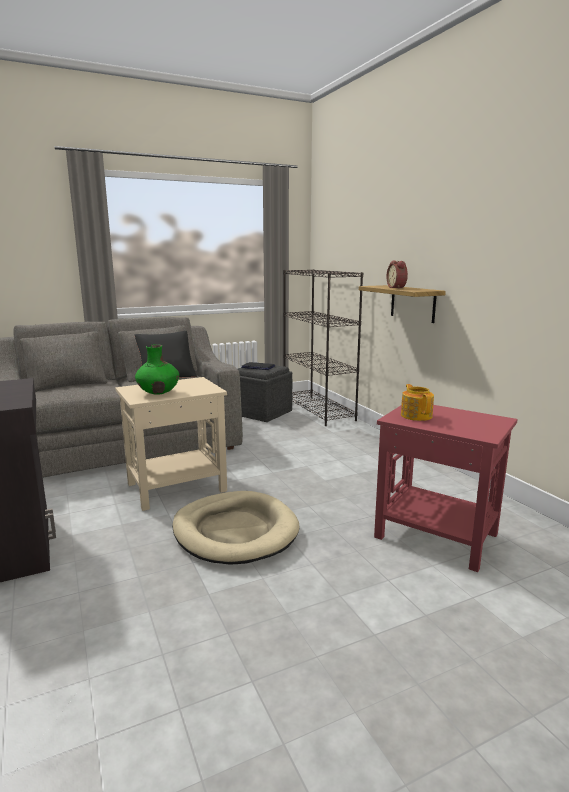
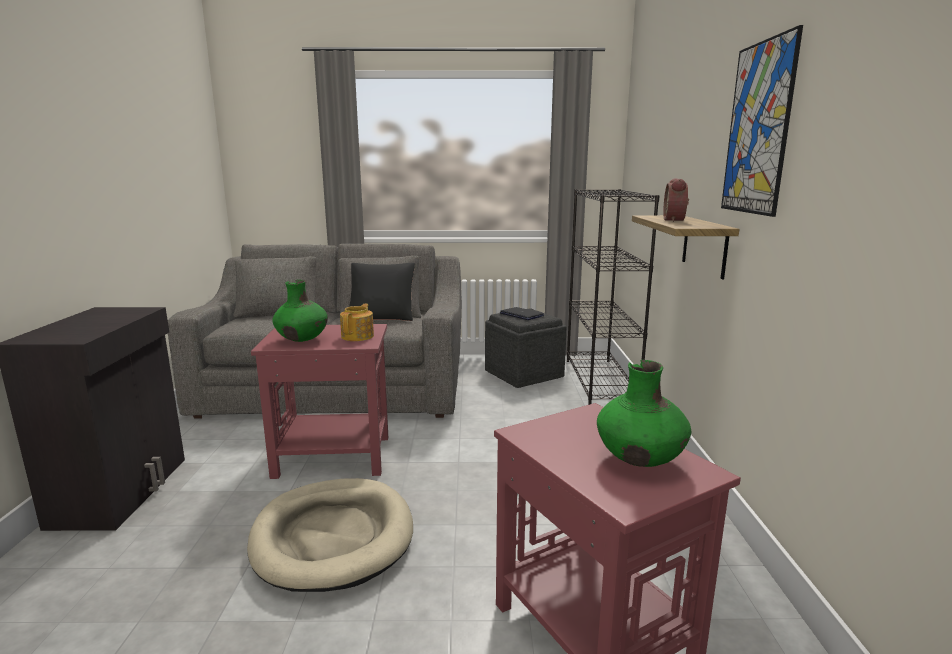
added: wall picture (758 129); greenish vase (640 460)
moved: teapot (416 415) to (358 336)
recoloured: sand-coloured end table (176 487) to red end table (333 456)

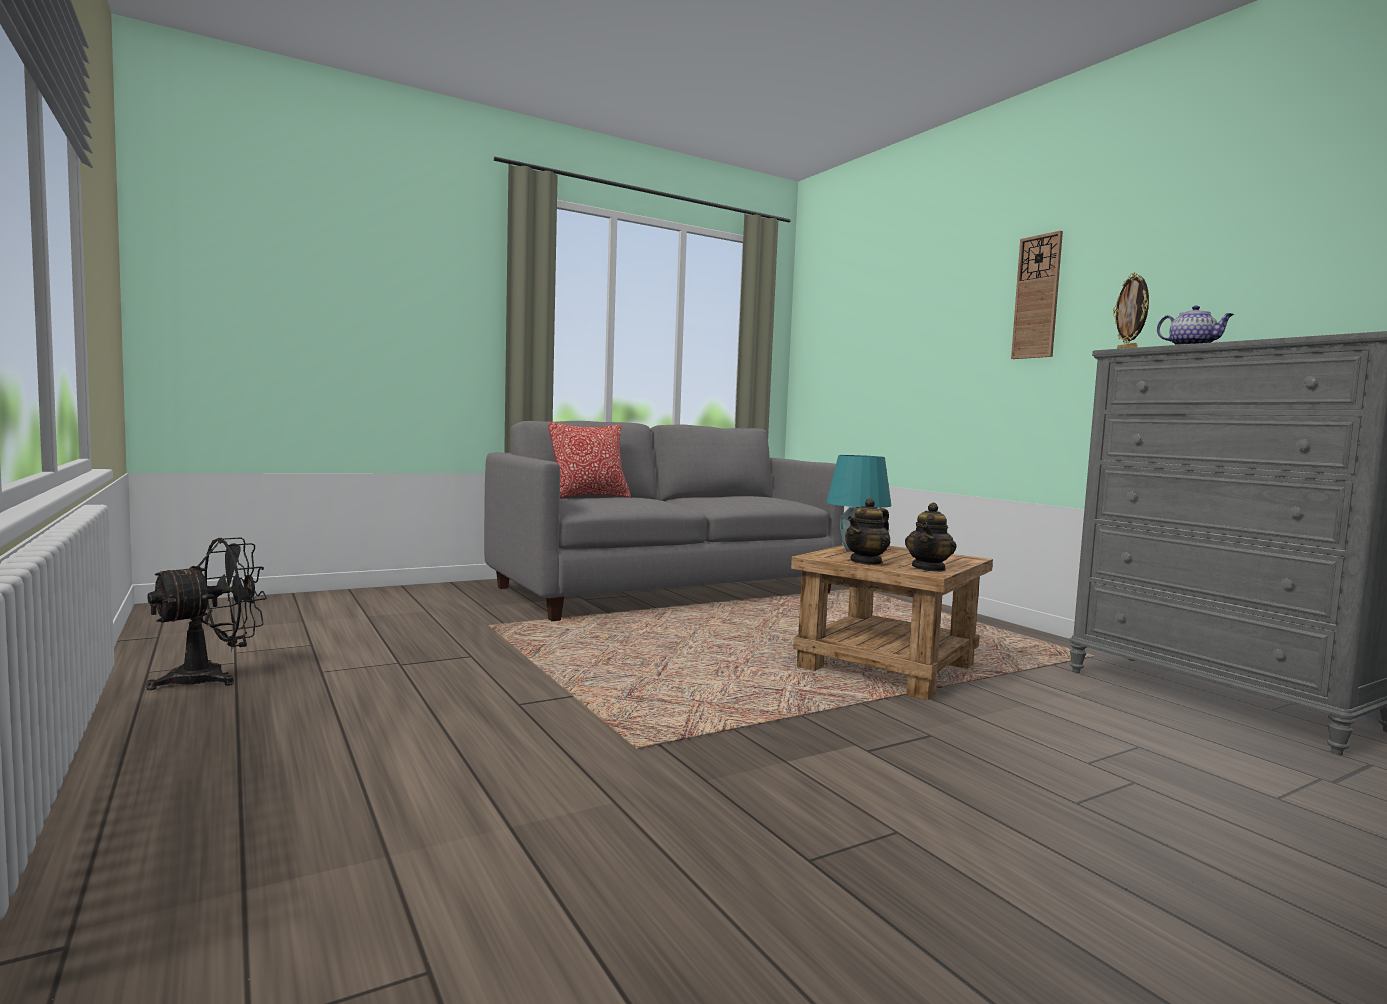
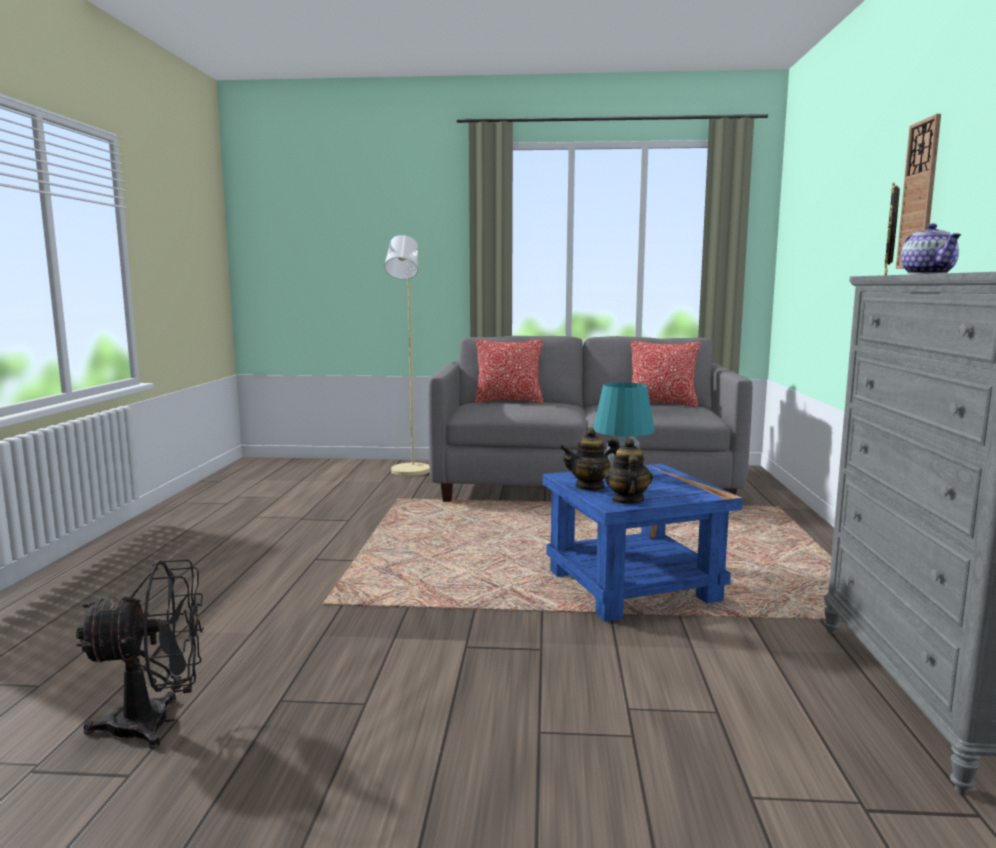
added: sand-coloured floor lamp (409 472); throw pillow (662 404)
moved: black-coloured cooling fan (212 677) to (156 723)
recoloured: brown end table (889 667) to blue end table (634 587)
turned: teapot (929 568) = (627 500) 120 degrees clockwise

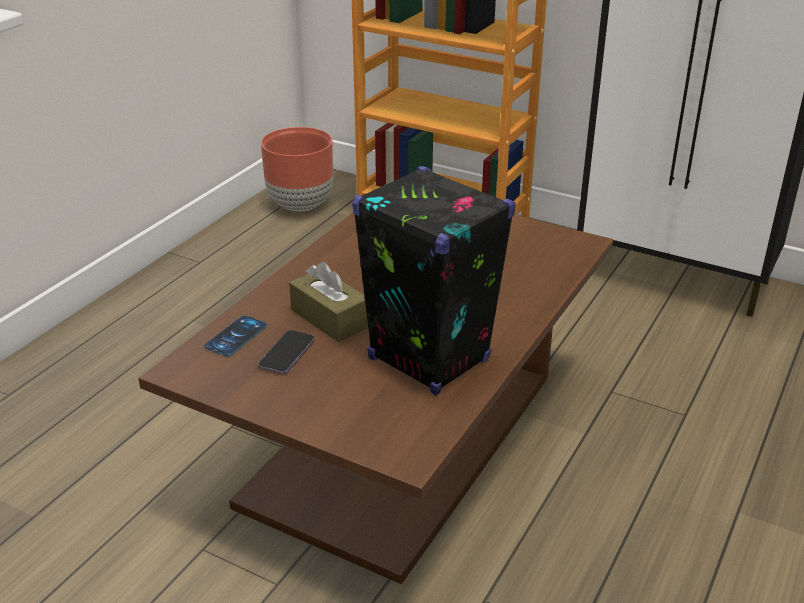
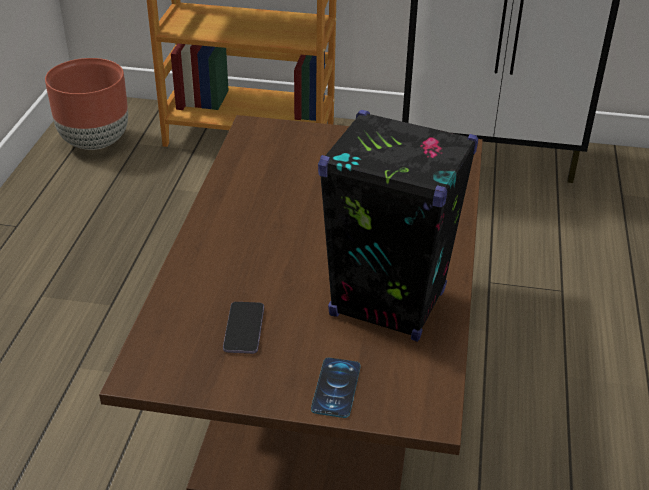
removed: brown tissue box (330 318)
moved: phone (236 336) to (336 388)

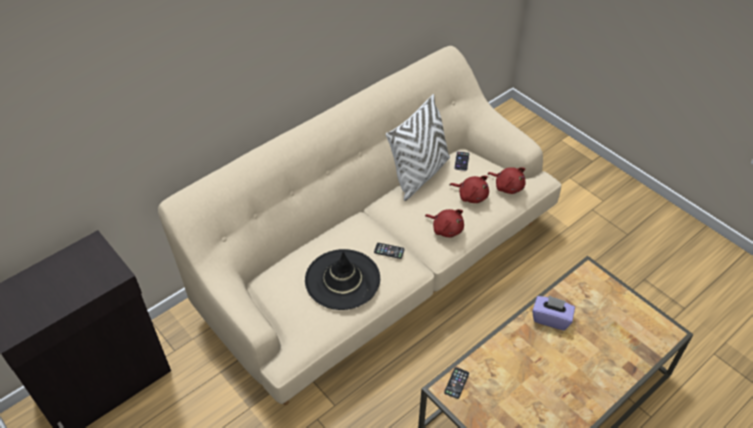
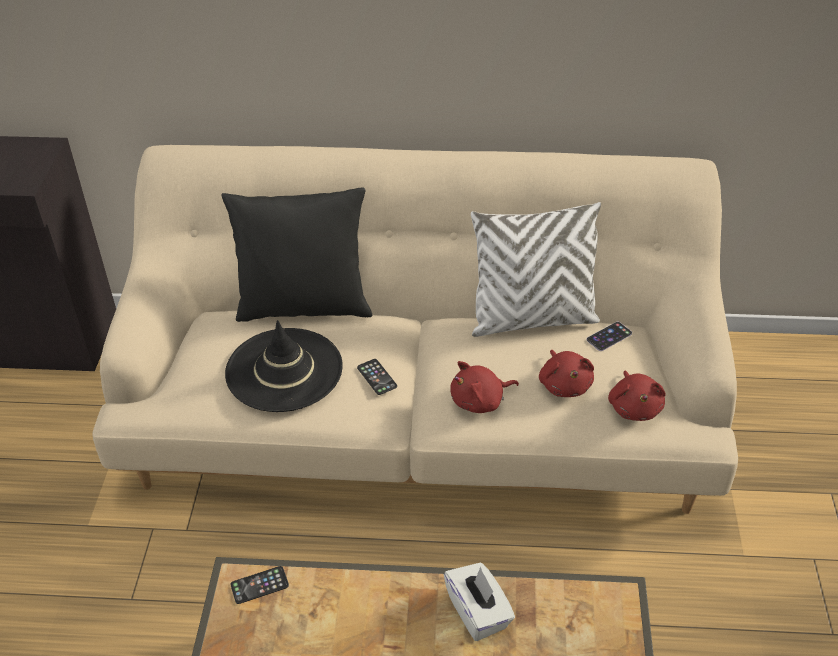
added: black-coloured throw pillow (304 306)
recoloured: purple tissue box (551 318) to white-coloured tissue box (478 612)
turned: red cuddly toy (446 229) = (480 401) 75 degrees clockwise

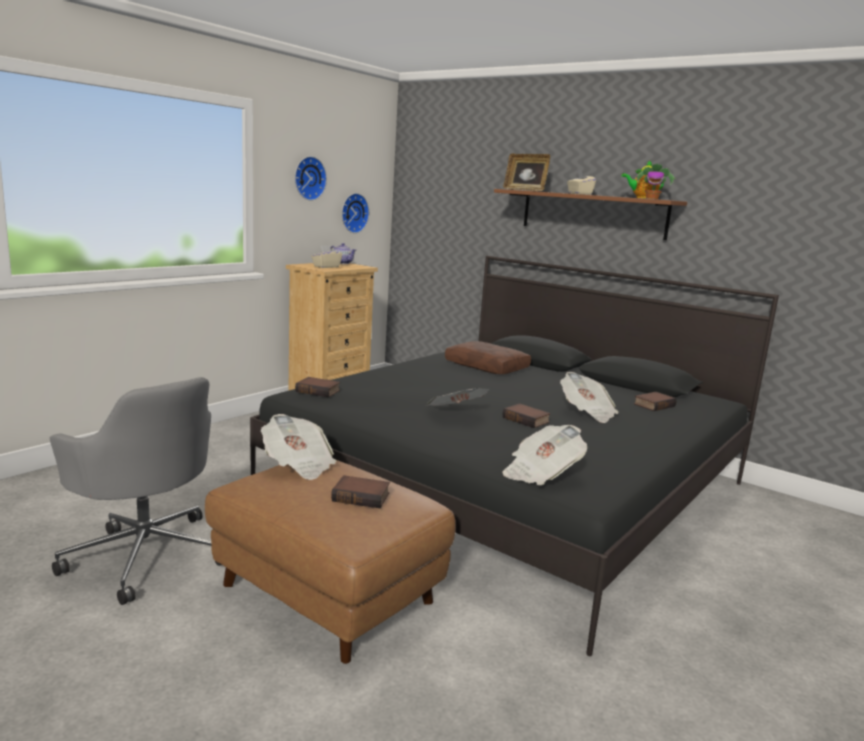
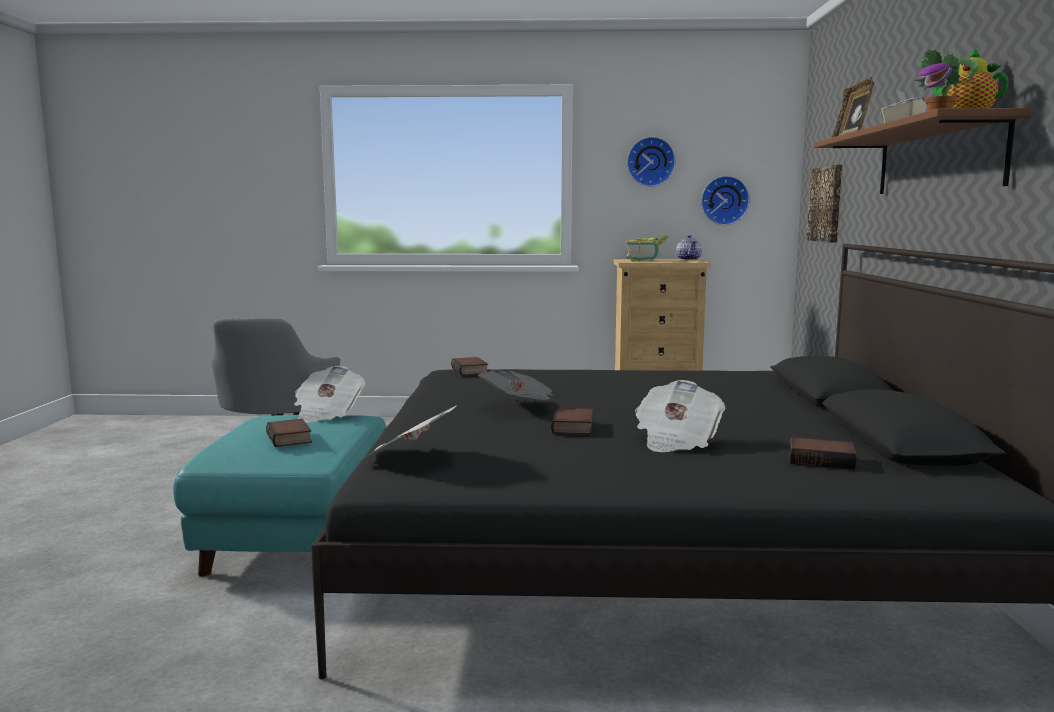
removed: brown throw pillow (488 367)
added: wall picture (827 204)
replaced: sand-coloured tissue box (326 267) to book (646 260)
recoloured: brown ottoman (329 592) to turquoise-coloured ottoman (297 538)

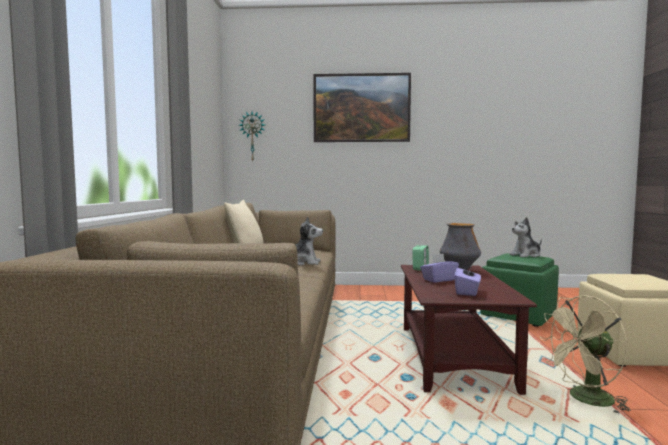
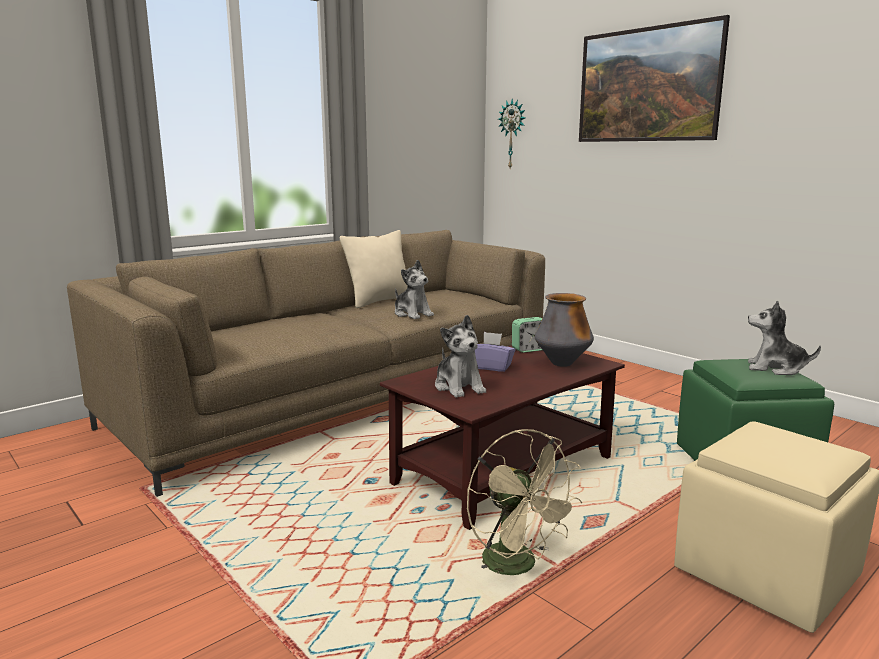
replaced: purple tissue box (467 292) to cuddly toy (459 387)
turned: sand-coloured cooling fan (585 400) = (518 566) 150 degrees counterclockwise

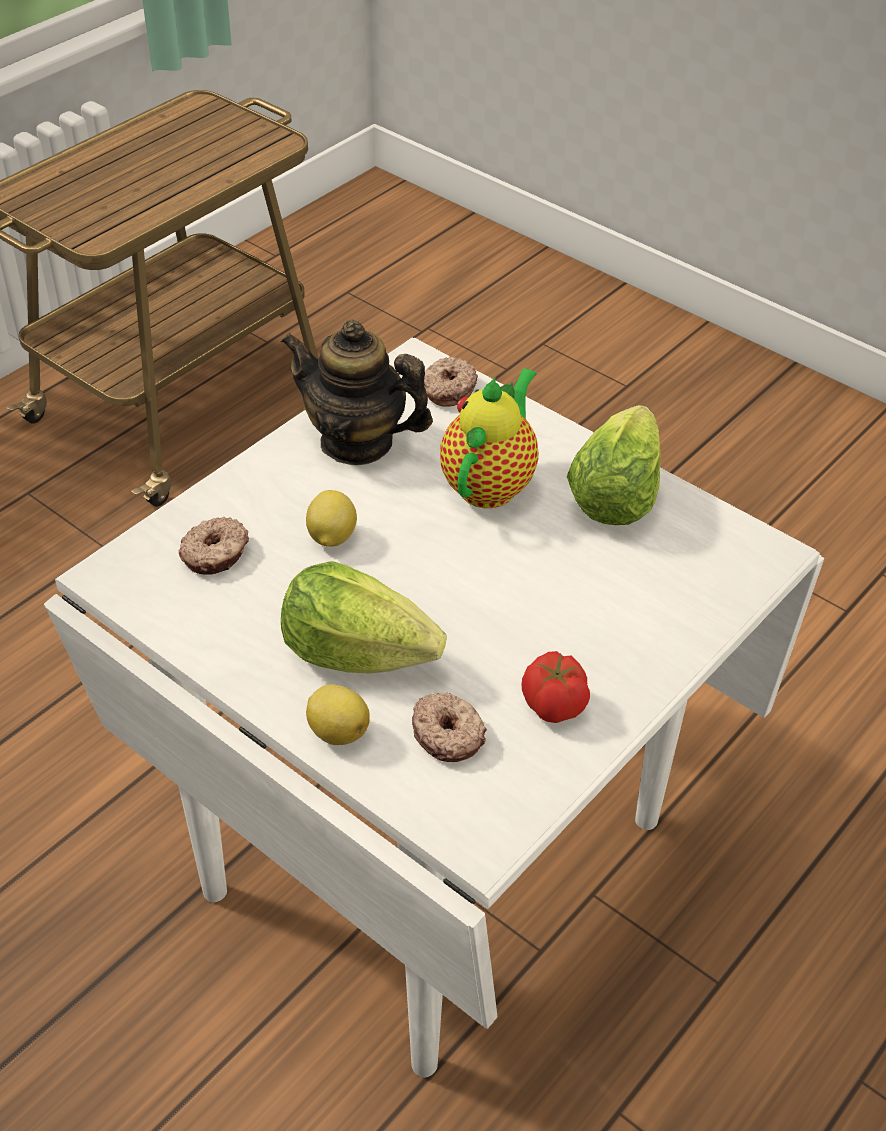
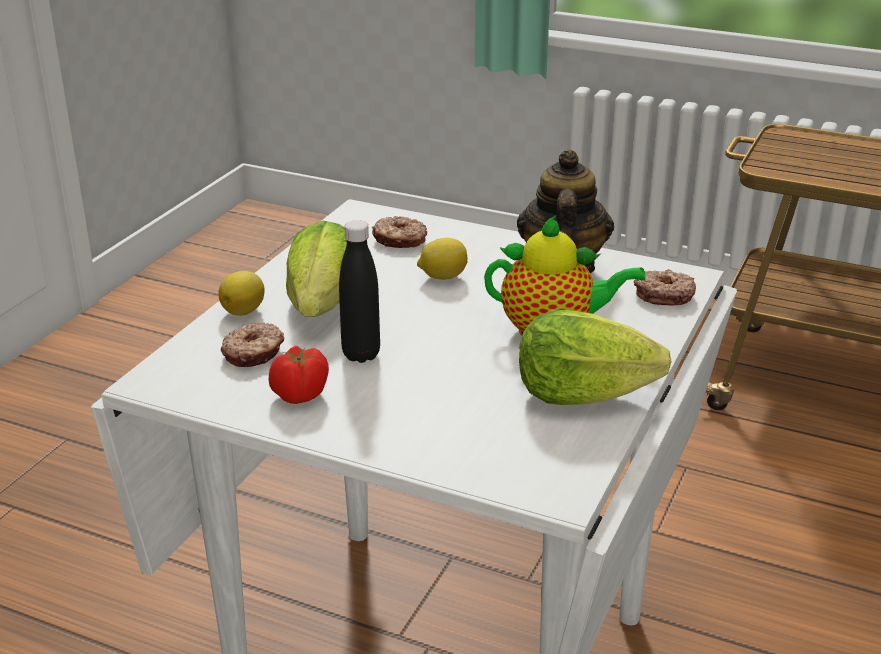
added: black-coloured beverage bottle (361 354)

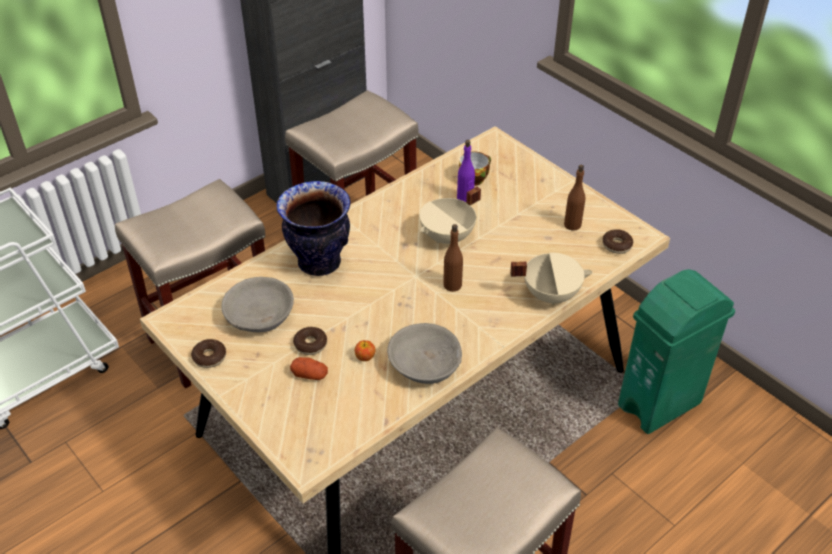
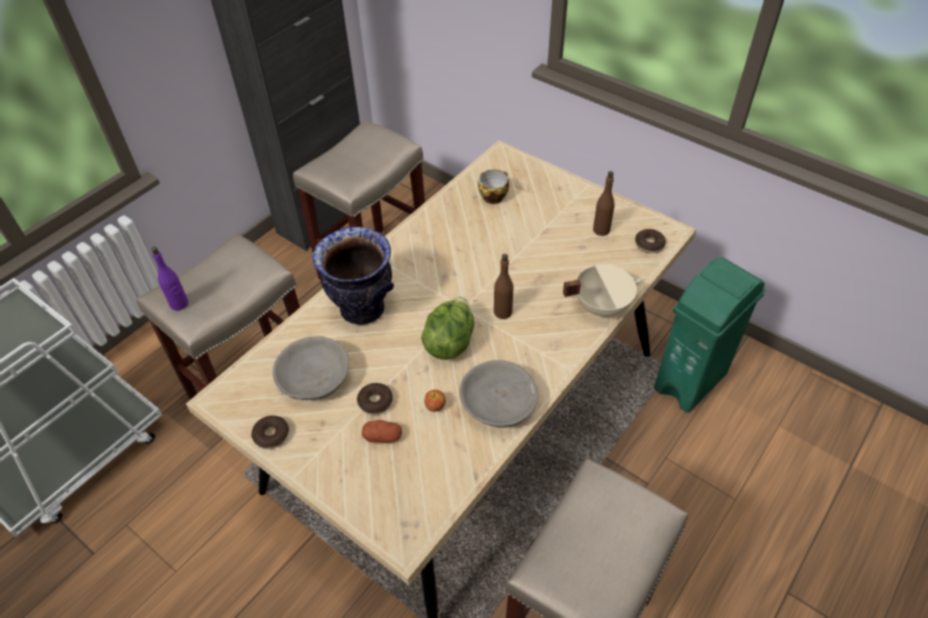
removed: sand-coloured saucepot (448 237)
added: head of lettuce (450 342)
moved: purple beverage bottle (465 200) to (179 304)

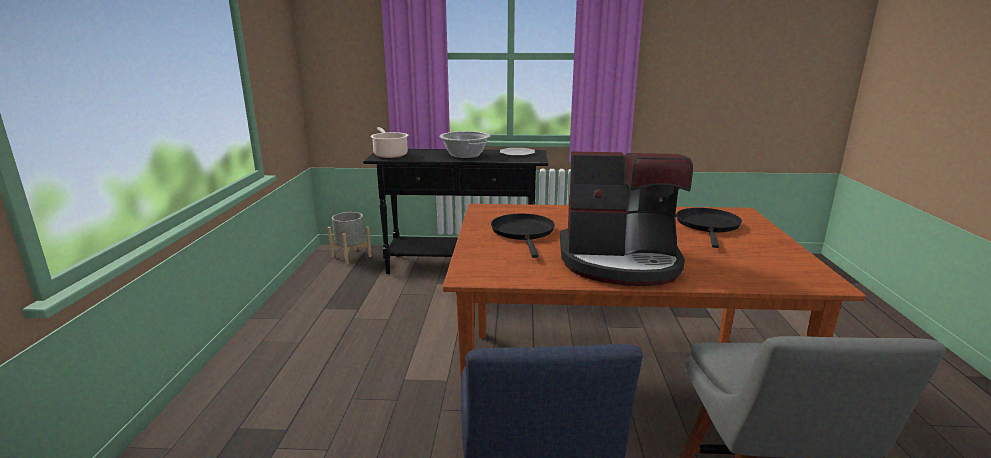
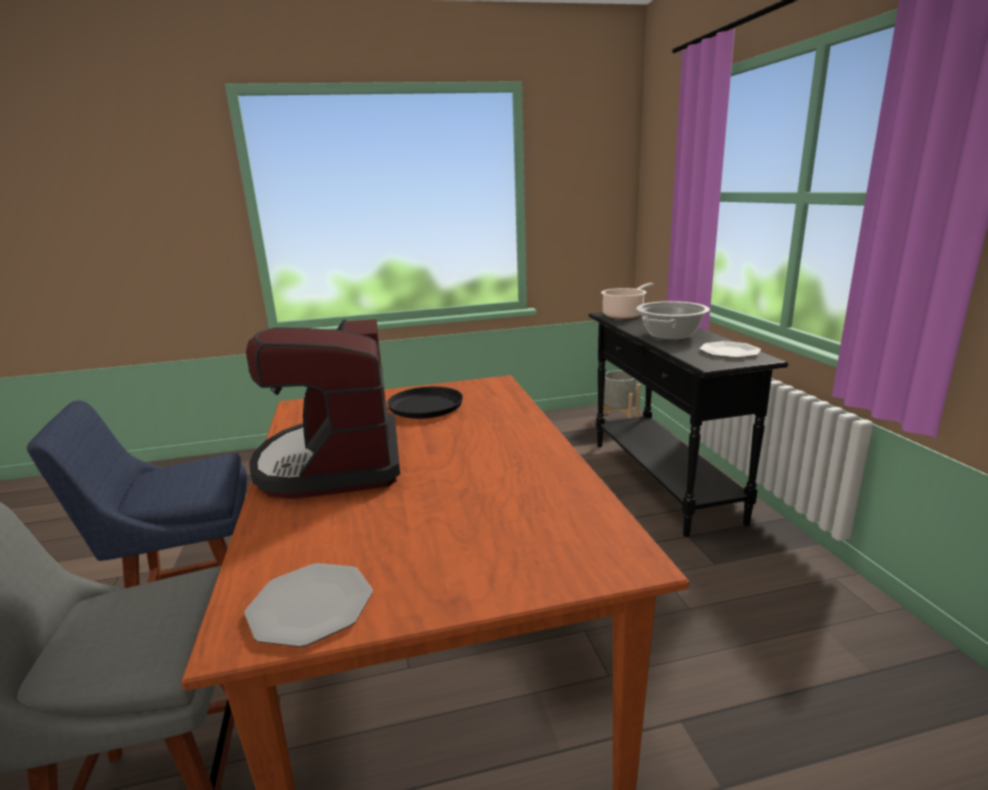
removed: black-coloured frying pan (708 226)
added: dinner plate (310 606)

